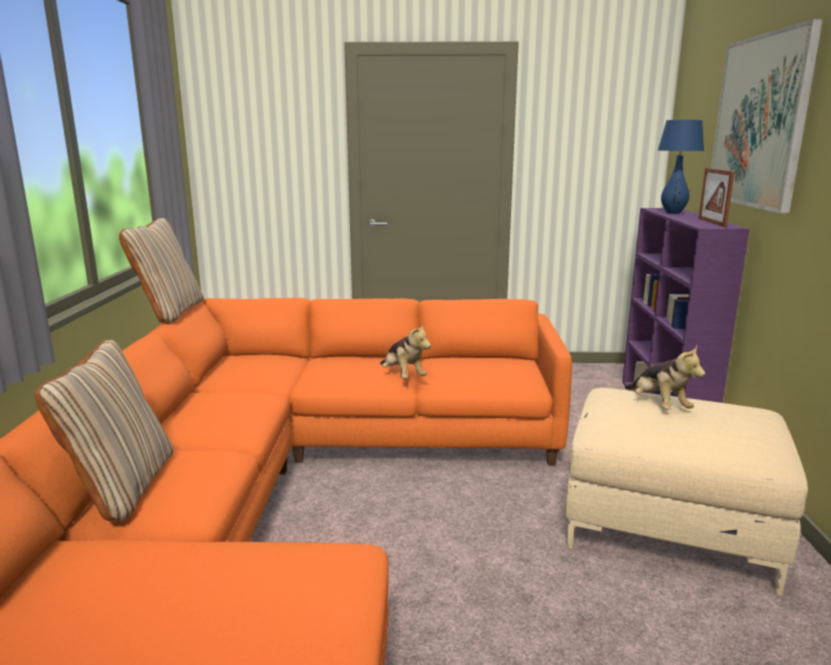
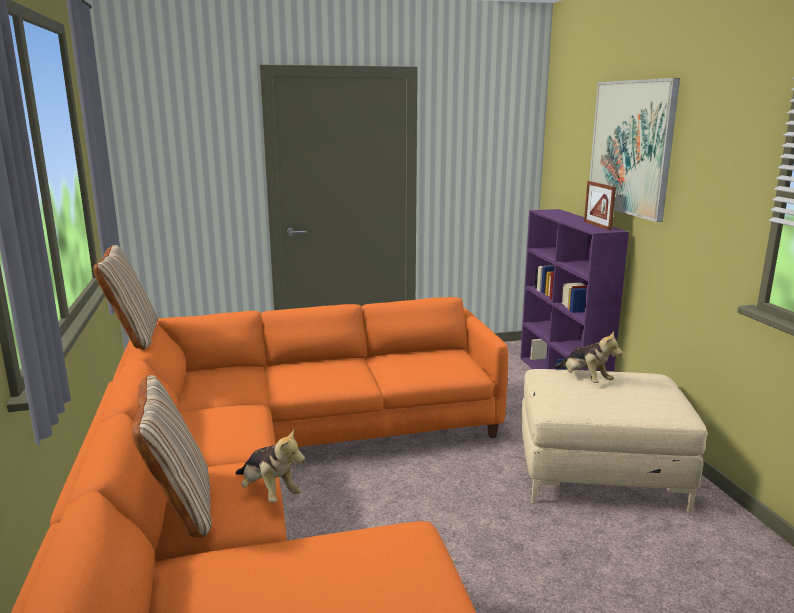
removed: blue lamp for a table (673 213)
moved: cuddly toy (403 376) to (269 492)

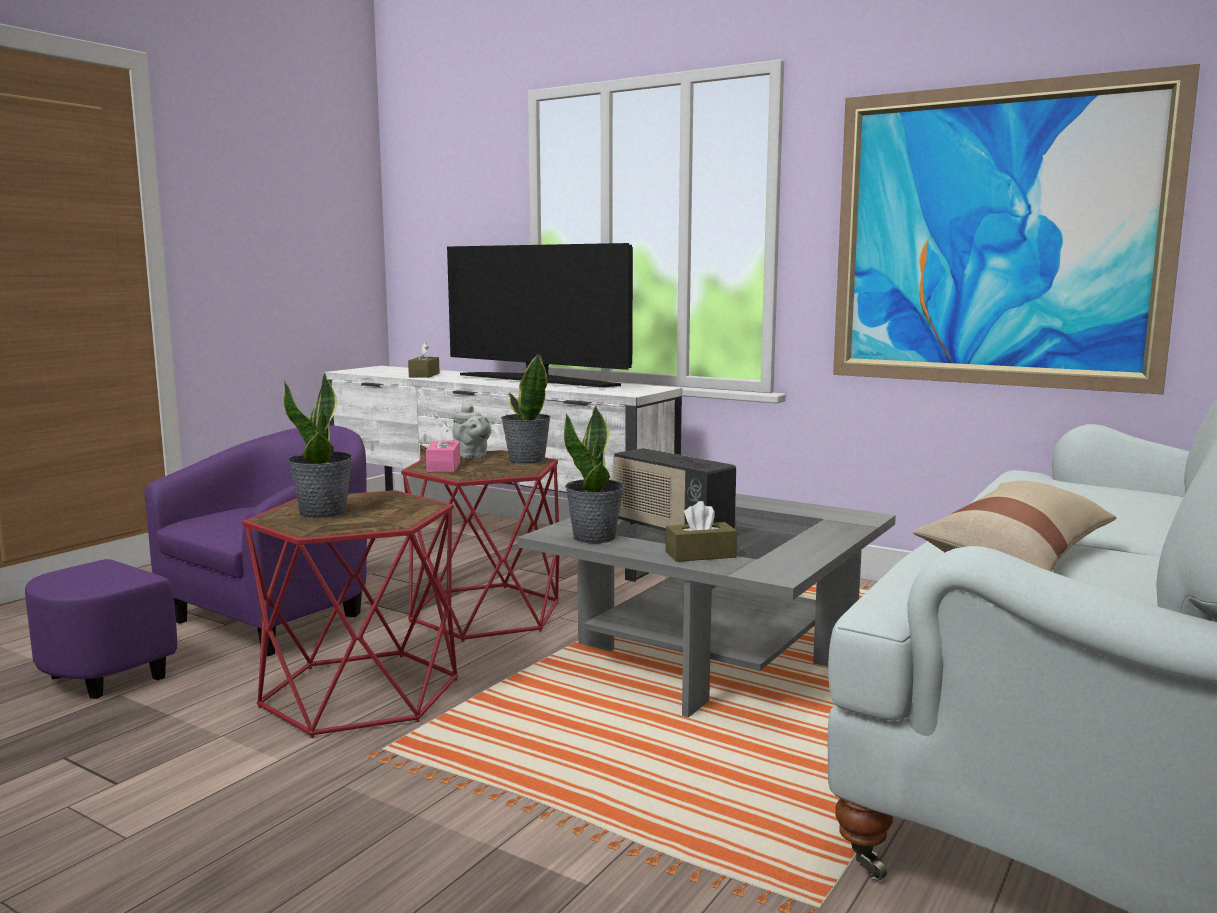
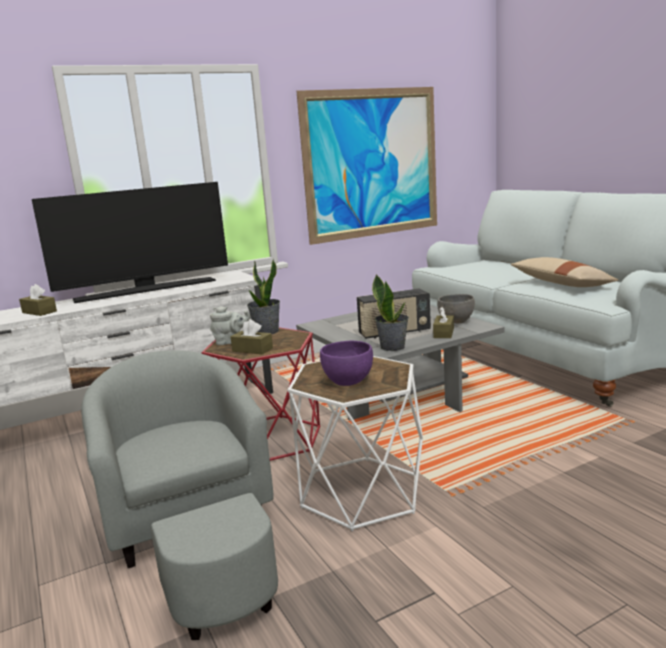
added: grey serving bowl (456 321)
replaced: houseplant (324 513) to purple serving bowl (348 382)
recoloured: pink tissue box (443 467) to brown tissue box (252 350); purple lounge chair (239 632) to grey lounge chair (194 535); red end table (361 693) to white-coloured end table (361 492)

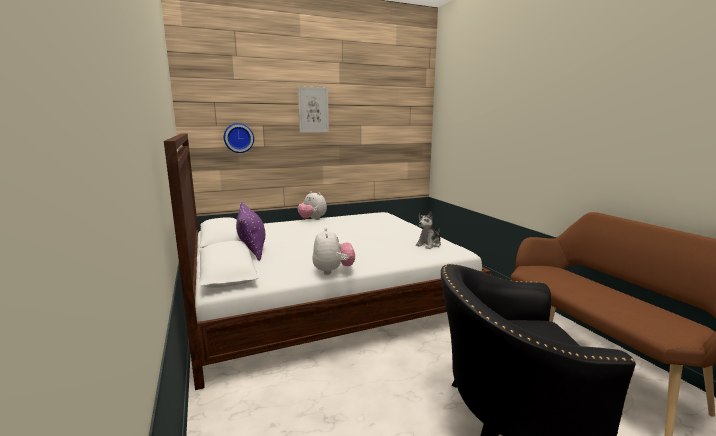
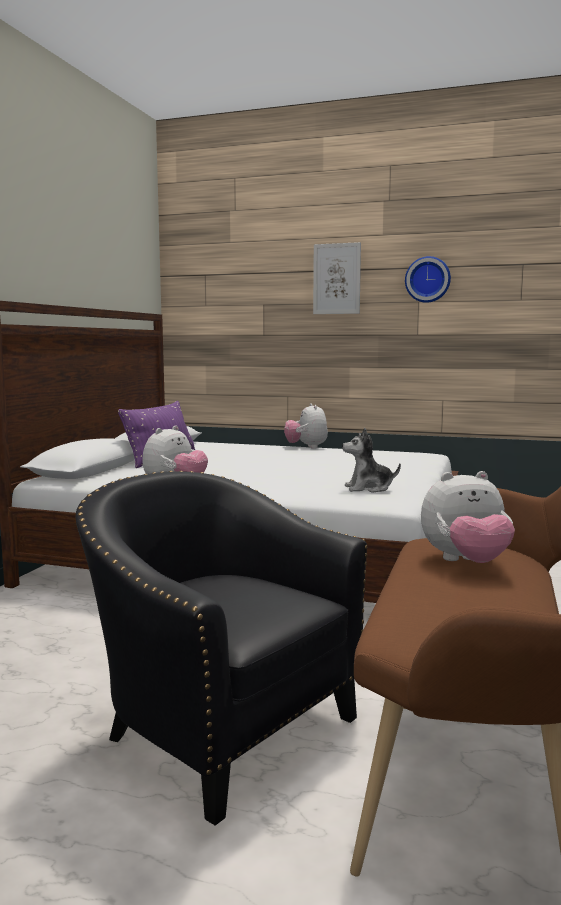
added: cuddly toy (465 562)
moved: hanging clock (238 138) to (427 279)

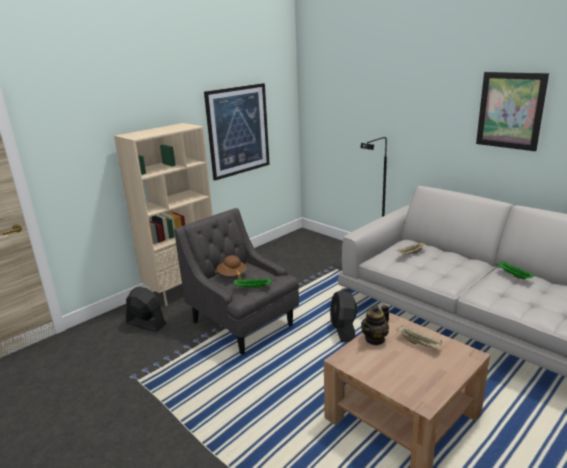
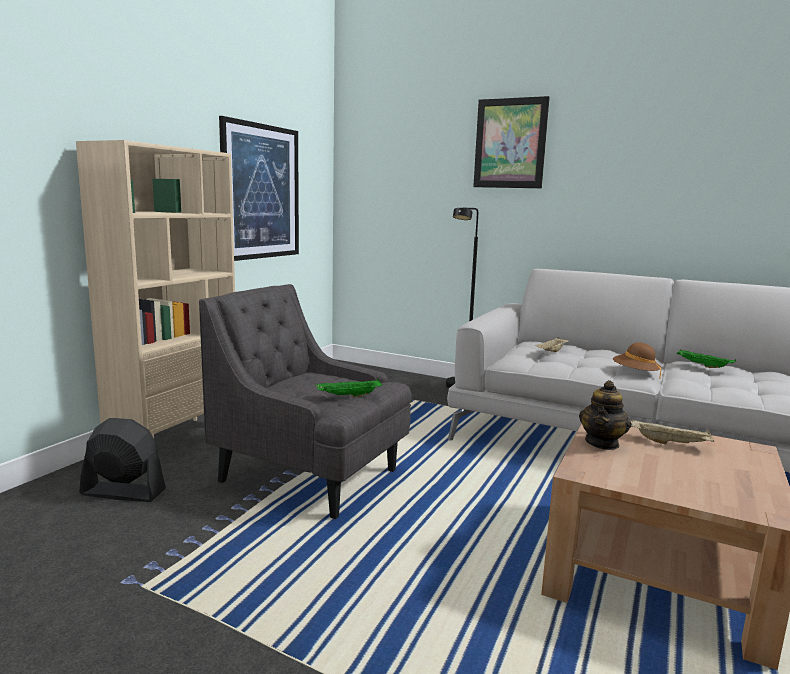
removed: black-coloured cooling fan (343 330)
moved: wall picture (510 110) to (510 143); brown clothing hat (232 274) to (635 374)

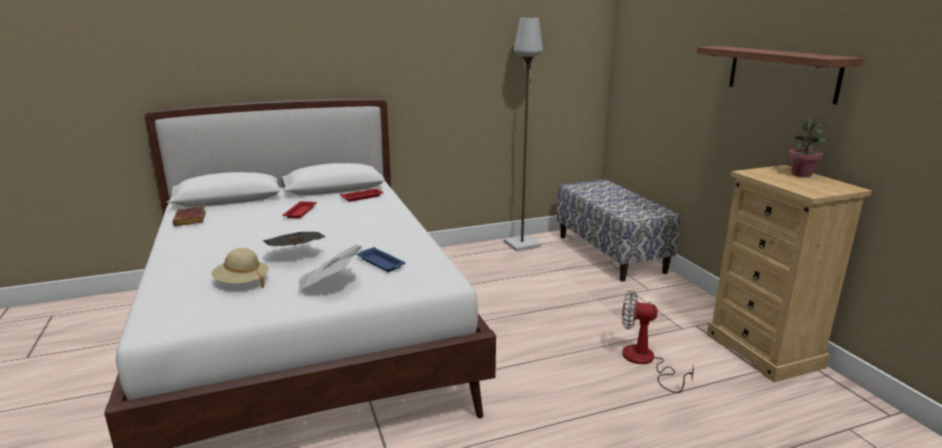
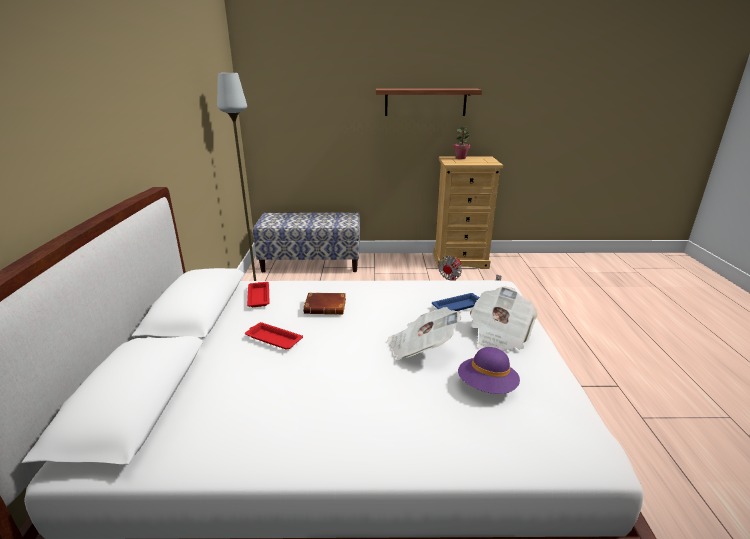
moved: brown book (191 220) to (326 307)
recoloured: sand-coloured clothing hat (242 283) to purple clothing hat (487 387)

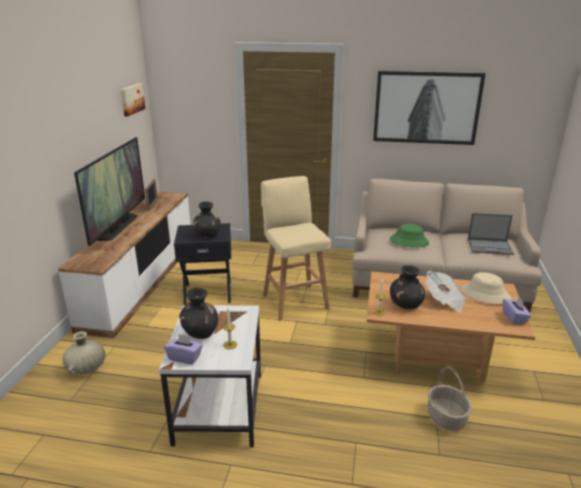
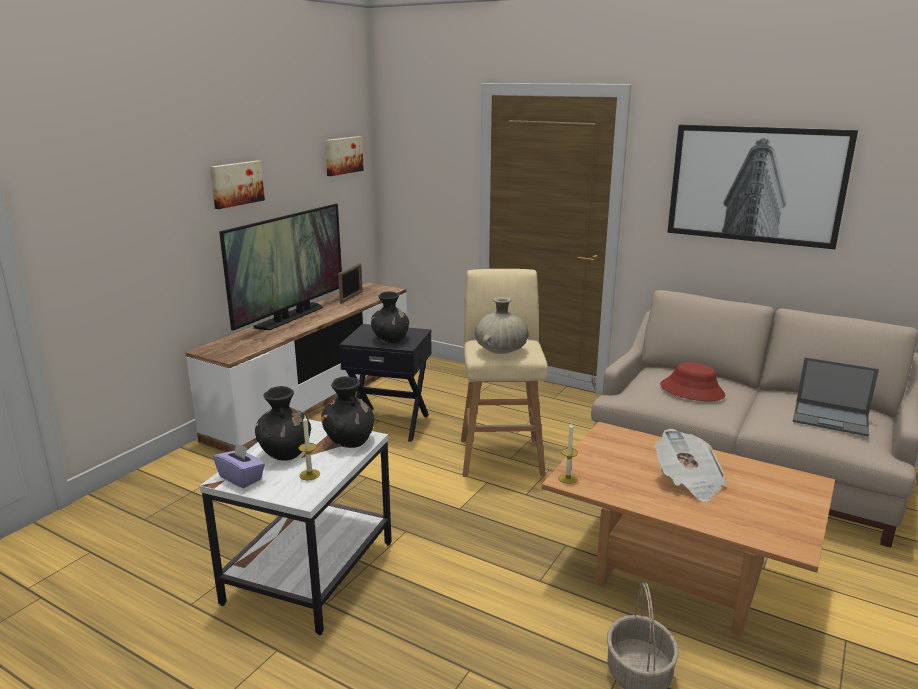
removed: sand-coloured clothing hat (485 294); purple tissue box (514 318)
added: wall picture (236 183)
moved: black-coloured vase (406 304) to (349 441); sand-coloured vase (86 368) to (500 350)
recoloured: greenish clothing hat (409 241) to red clothing hat (692 390)

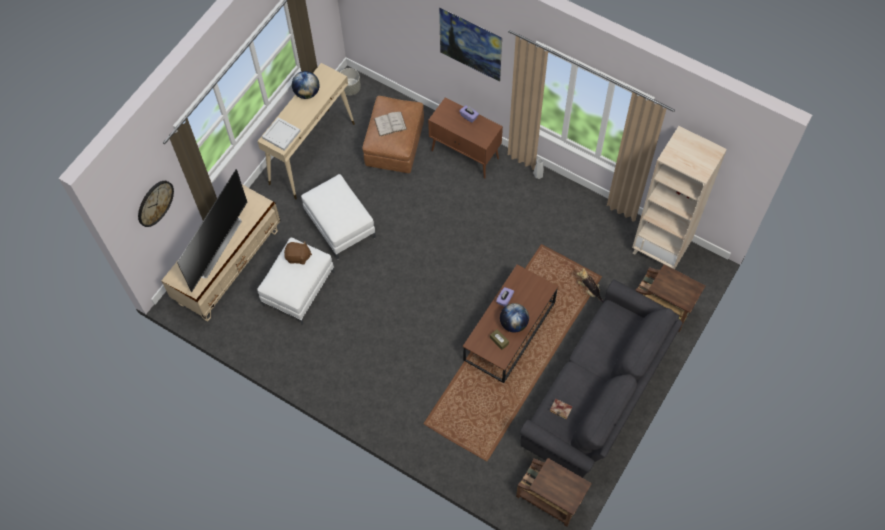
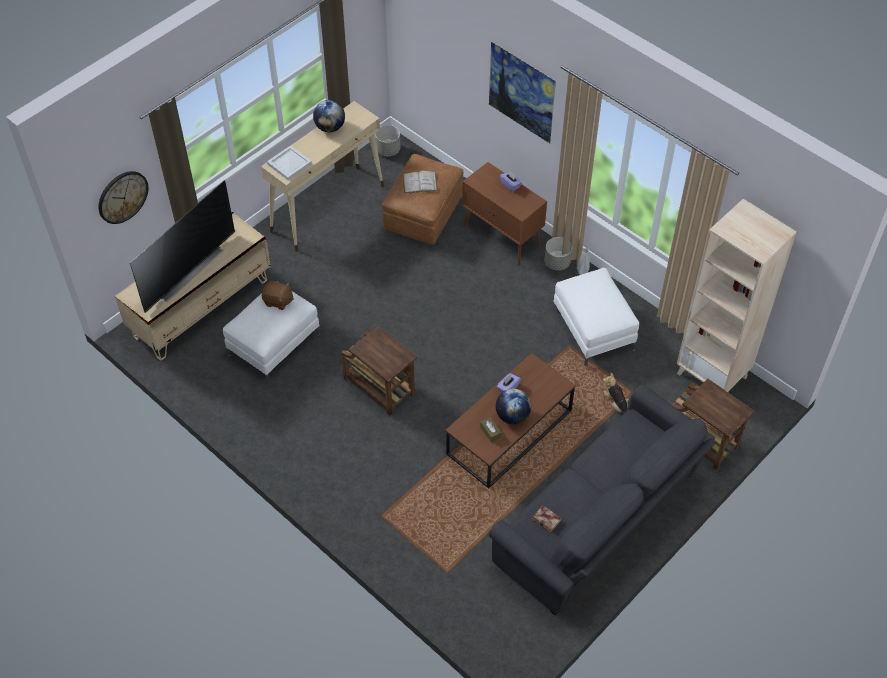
added: grey plant pot (557 263)
moved: white-coloured ottoman (340 225) to (593 329); brown end table (550 499) to (380 388)

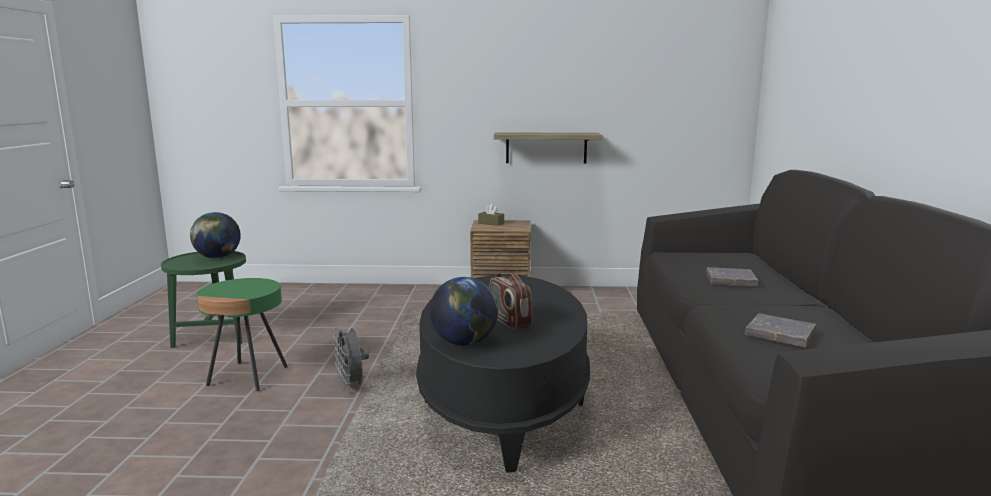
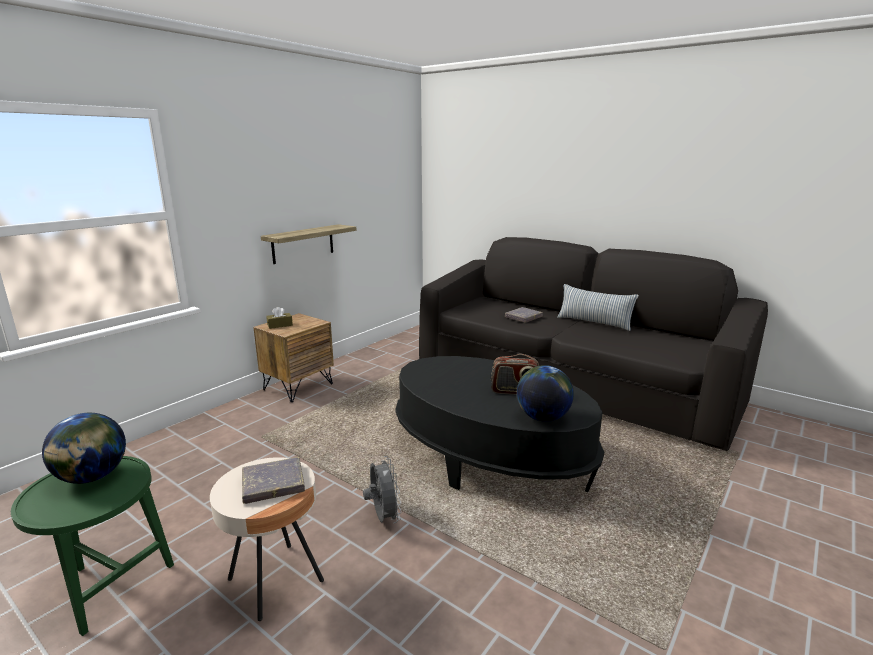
added: throw pillow (594 322)
moved: grey book (780 334) to (273 484)
recoloured: greenish end table (248 376) to sand-coloured end table (275 580)
turned: grey cooling fan (351 386) = (383 517) 120 degrees counterclockwise

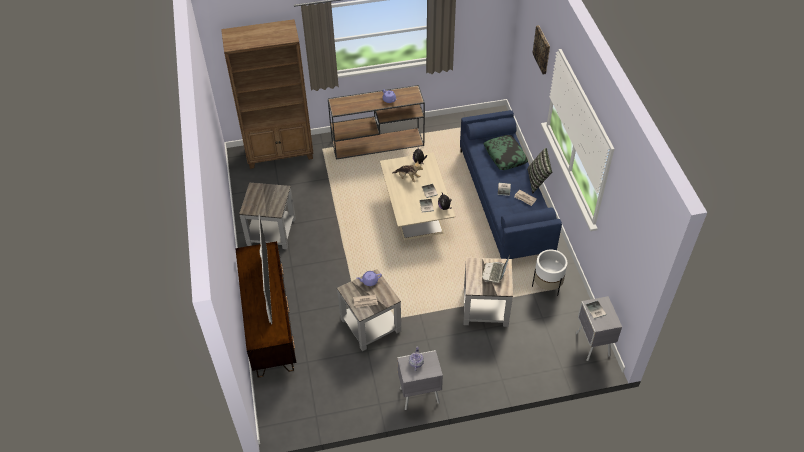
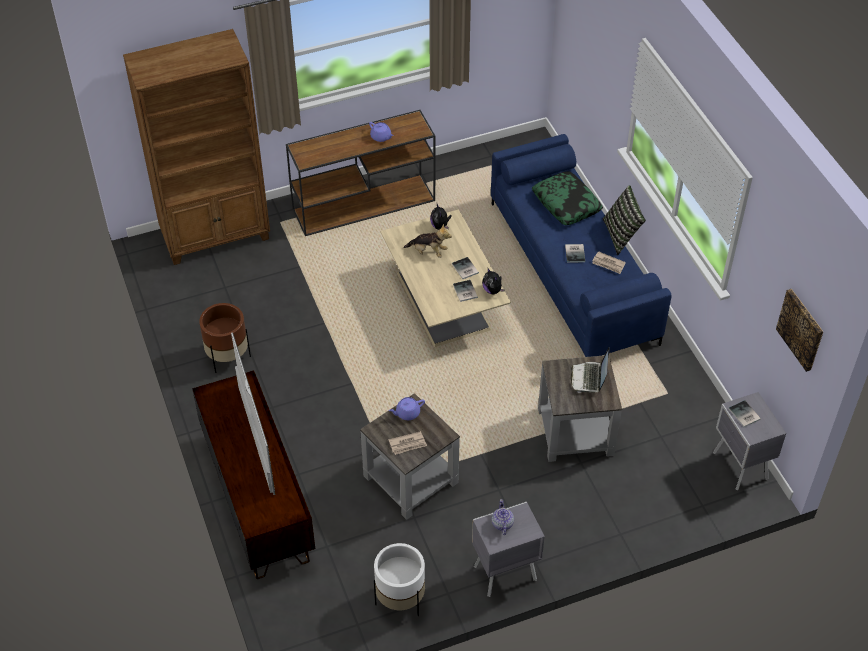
moved: wall picture (542 49) to (801 329); white-coloured plant pot (547 285) to (400 599)
replaced: grey end table (271 231) to brown plant pot (228 357)

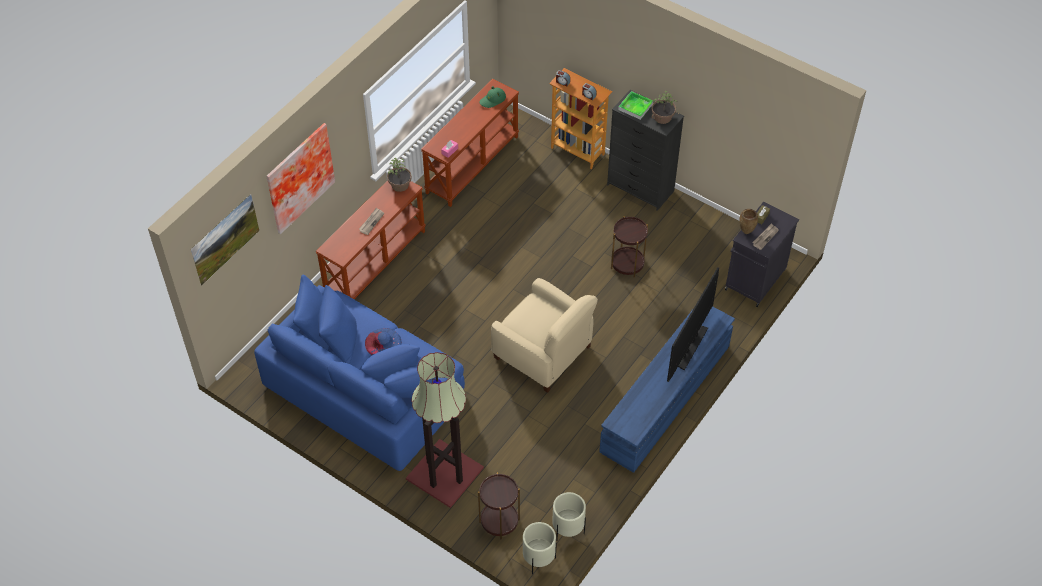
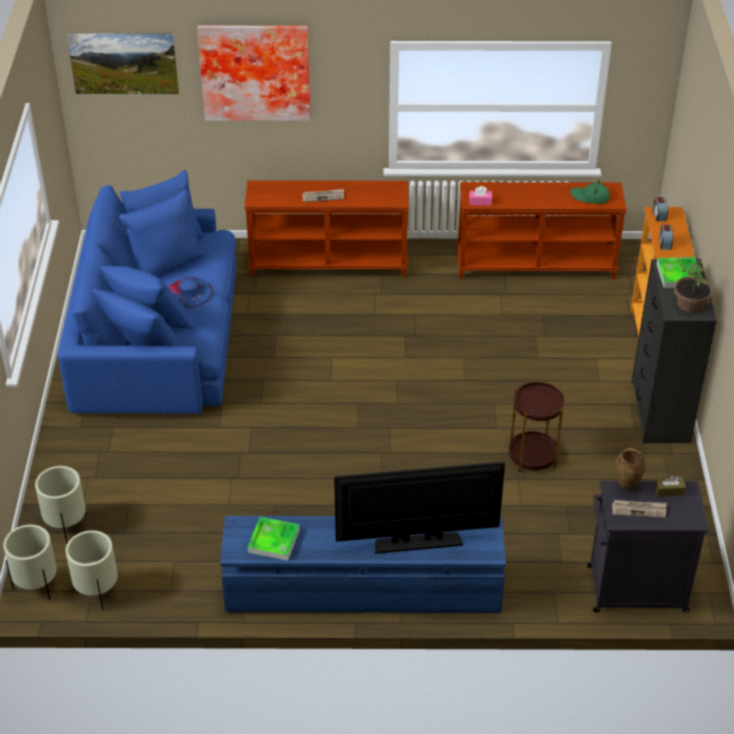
removed: houseplant (400 185); sand-coloured lounge chair (543 353); floor lamp (443 473)
added: serving tray (274 541)
replaced: brown end table (499 521) to sand-coloured plant pot (66 526)

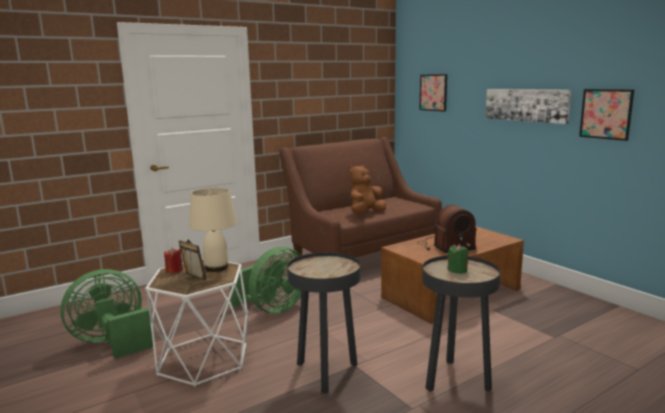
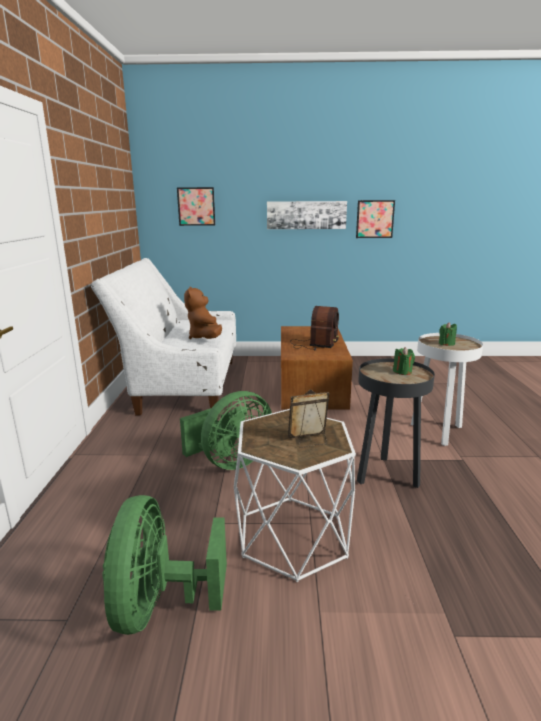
removed: sand-coloured lamp for a table (216 268); red wax candle (174 270)
added: greenish wax candle (402 372)
recoloured: brown settee (361 254) to white-coloured settee (181 385); black-coloured end table (456 380) to white-coloured end table (438 432)
turned: greenish cooling fan (272 309) = (231 462) 60 degrees clockwise

